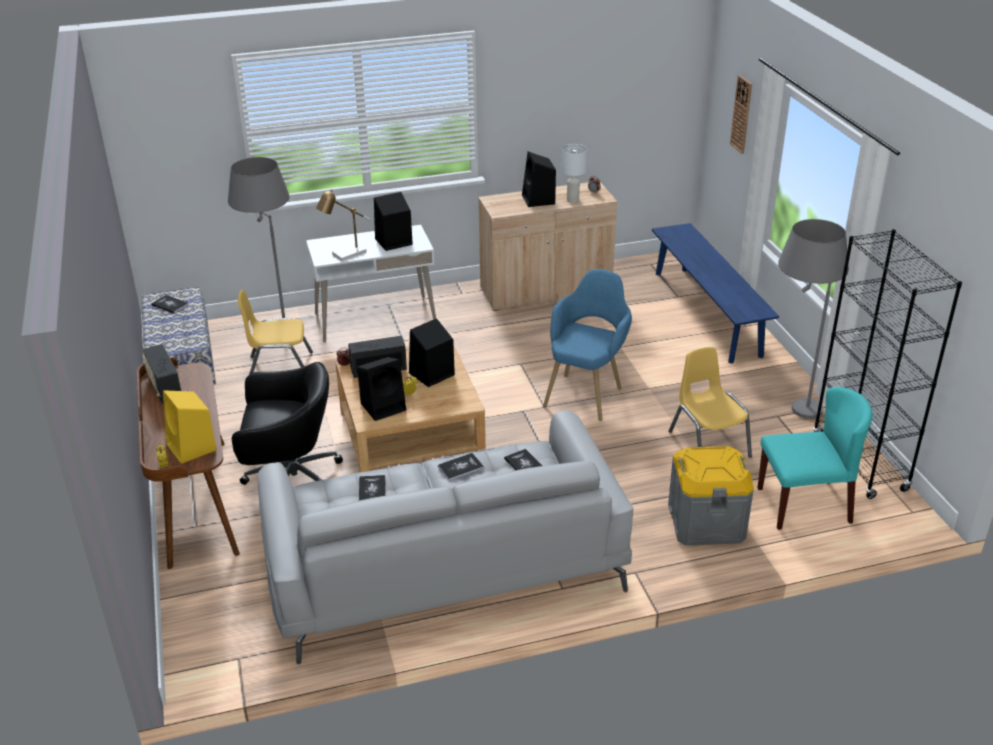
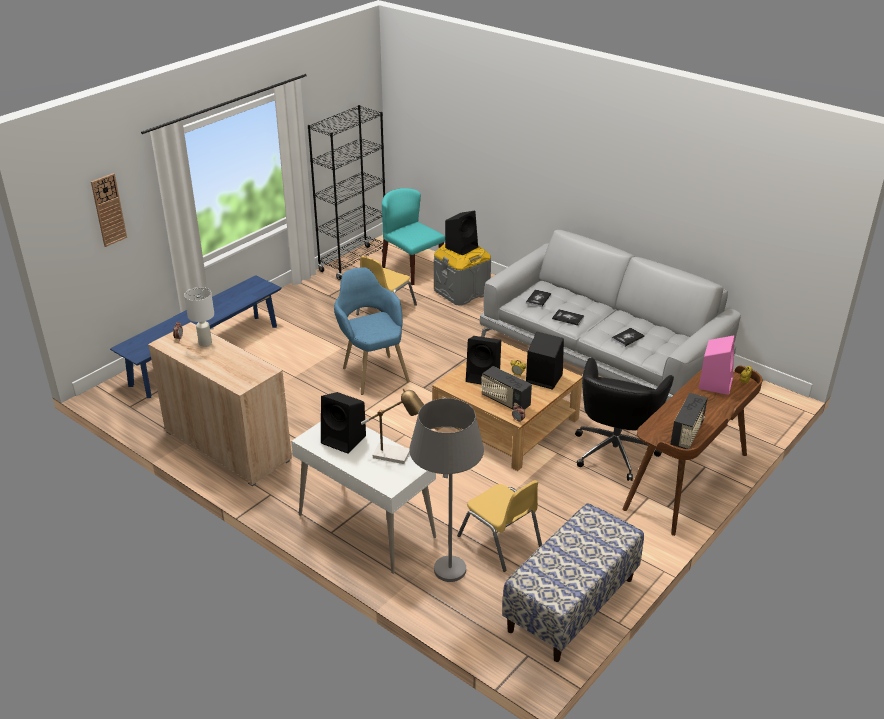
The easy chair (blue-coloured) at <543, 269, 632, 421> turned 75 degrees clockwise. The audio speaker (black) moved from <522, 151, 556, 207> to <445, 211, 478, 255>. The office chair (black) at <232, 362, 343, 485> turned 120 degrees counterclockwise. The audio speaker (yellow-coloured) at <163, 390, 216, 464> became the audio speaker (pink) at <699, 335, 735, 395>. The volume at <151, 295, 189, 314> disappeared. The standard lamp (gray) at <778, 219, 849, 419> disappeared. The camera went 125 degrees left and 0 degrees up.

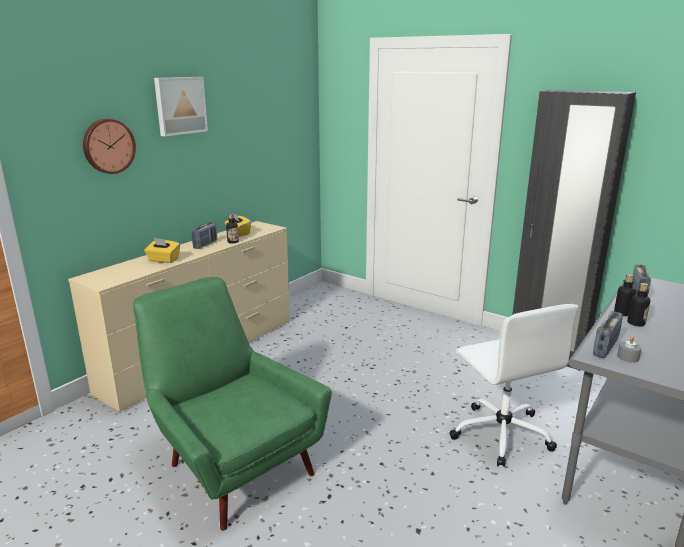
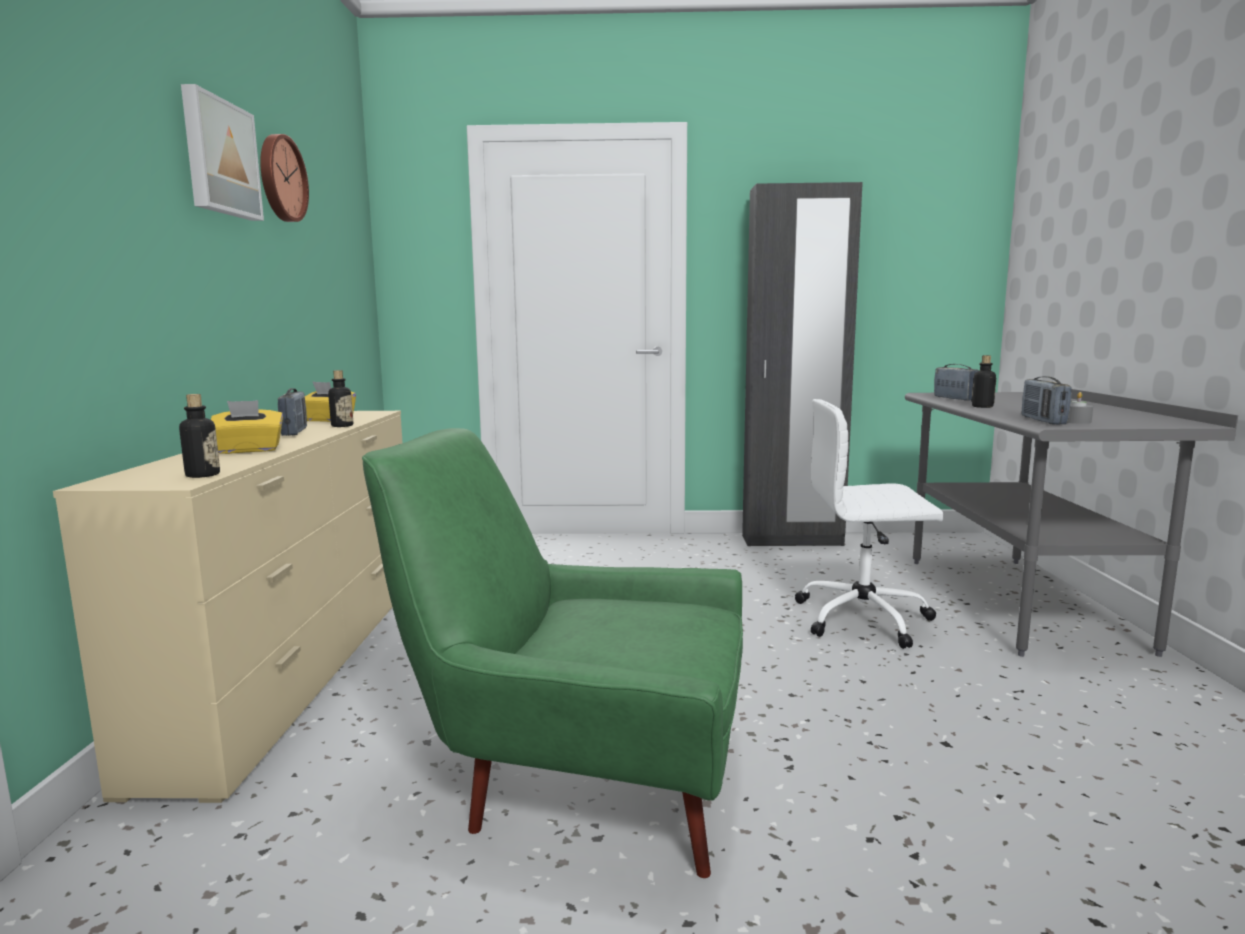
The bottle moved from <627, 283, 650, 326> to <179, 394, 220, 478>. The hanging clock moved from <83, 119, 136, 174> to <260, 134, 309, 222>. The office chair (white-coloured) at <449, 304, 579, 467> turned 150 degrees clockwise. The camera went 35 degrees left and 10 degrees down.

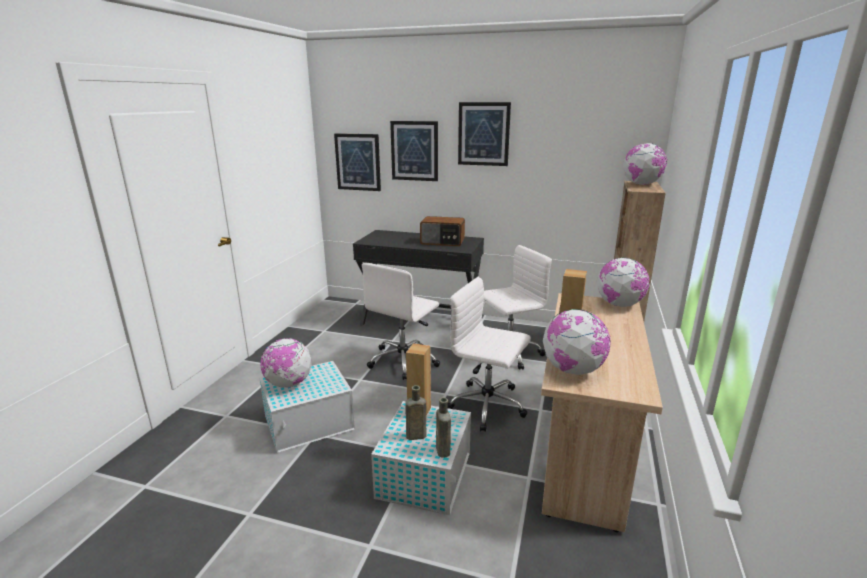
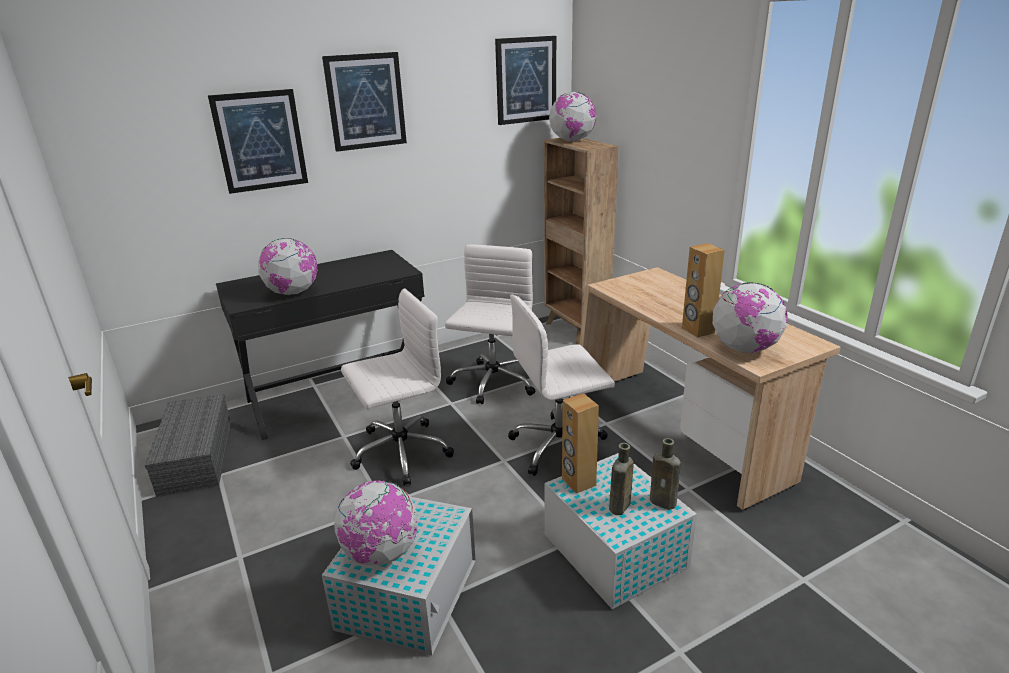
The storage bin (gray) at <145, 394, 231, 497> appeared. The desk globe moved from <597, 258, 650, 307> to <258, 238, 317, 295>. The office chair (white-coloured) at <362, 263, 440, 380> turned 105 degrees counterclockwise. The wall art moved from <334, 133, 381, 191> to <495, 36, 556, 125>. The radio receiver at <420, 216, 465, 246> disappeared. The camera went 45 degrees left and 5 degrees up.

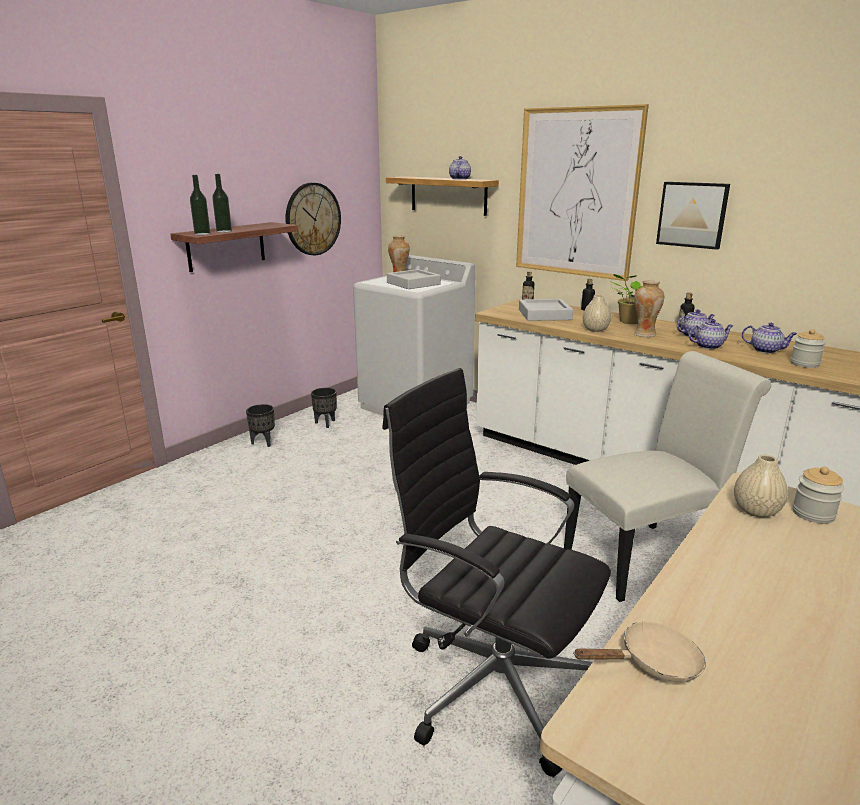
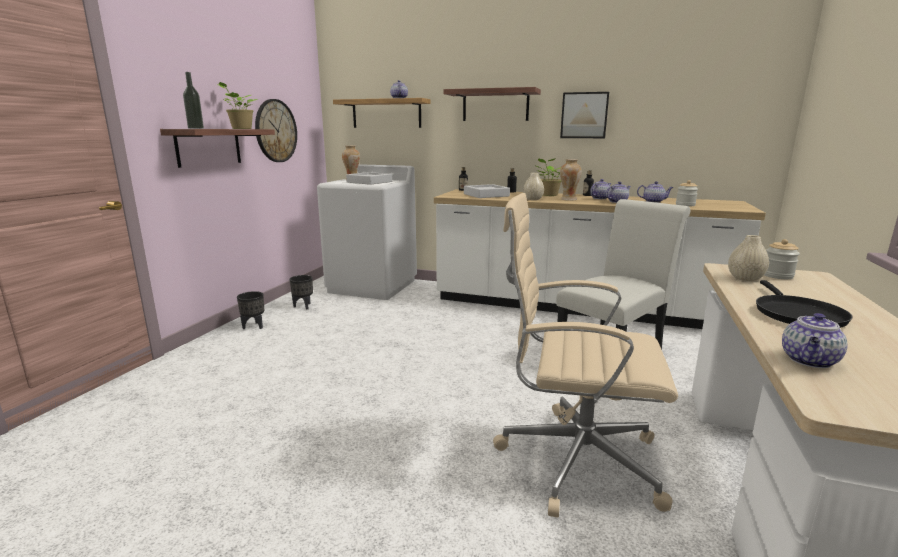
The houseplant at <218, 82, 258, 129> appeared. The wall art at <516, 104, 649, 281> was replaced by the bracket shelf at <444, 87, 541, 121>. The office chair (black) at <382, 368, 611, 777> became the office chair (sand-coloured) at <493, 193, 678, 518>. The frying pan (black) at <756, 280, 853, 328> appeared. The frying pan (sand-coloured) at <573, 621, 706, 683> was replaced by the tea pot at <782, 313, 848, 368>. The bottle at <212, 174, 232, 232> disappeared. The camera went 20 degrees left and 5 degrees down.

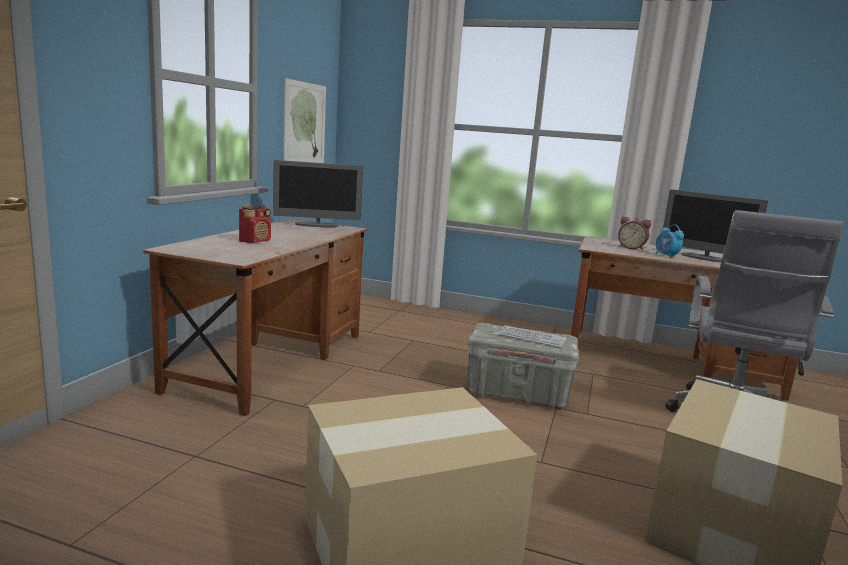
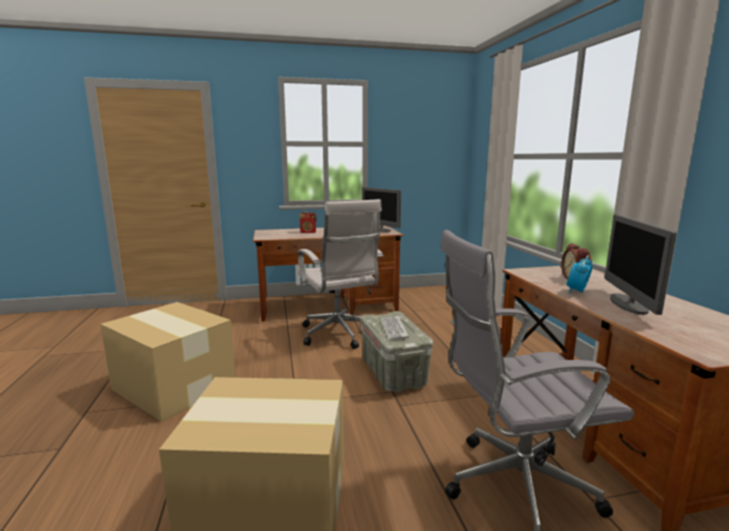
The office chair (white-coloured) at <297, 199, 384, 349> appeared. The wall art at <283, 78, 326, 163> disappeared. The camera went 60 degrees right and 0 degrees up.

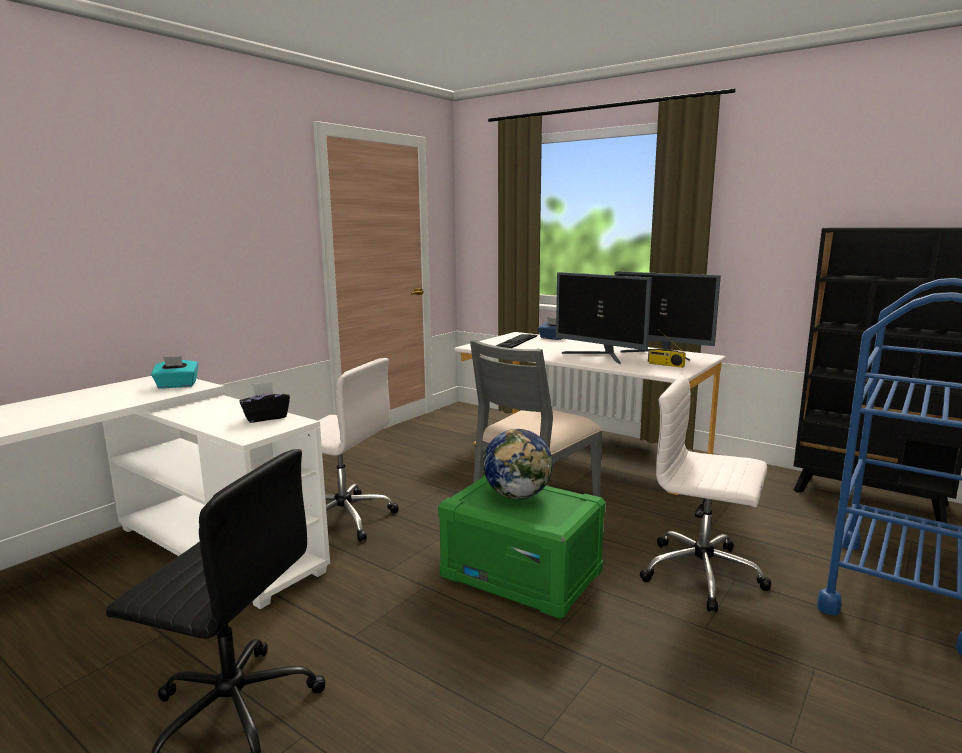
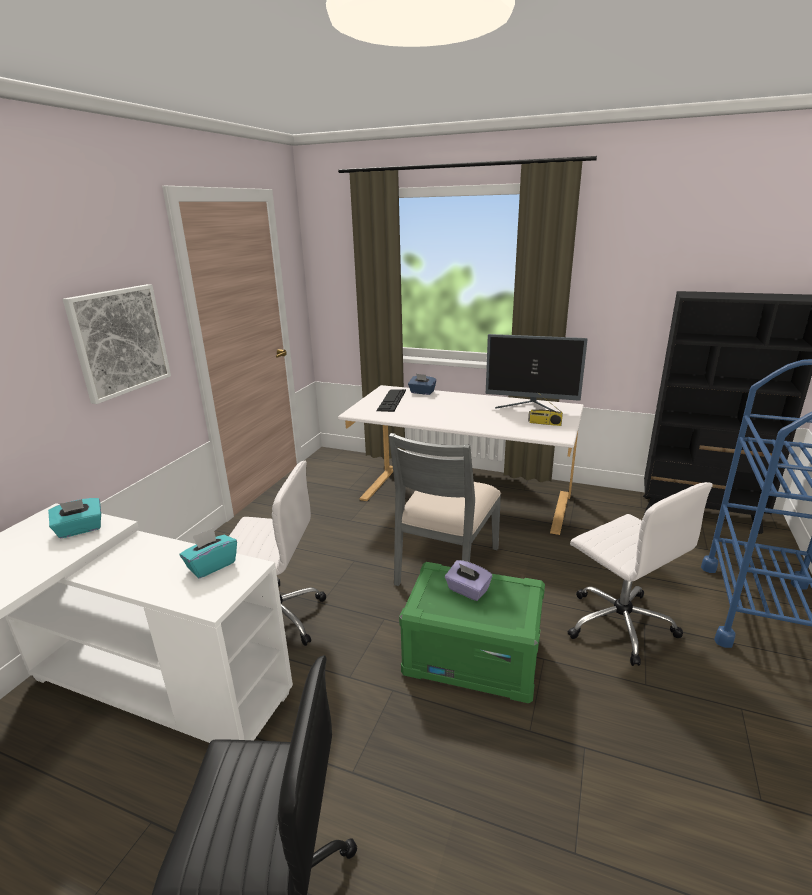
The wall art at <63, 284, 171, 404> appeared. The tissue holder (black) at <239, 382, 290, 423> became the tissue holder (turquoise-coloured) at <180, 528, 237, 579>. The desk globe at <483, 429, 553, 499> was replaced by the tissue holder (purple) at <445, 560, 492, 601>. The office chair (white-coloured) at <639, 375, 771, 612> turned 135 degrees counterclockwise. The computer screen at <556, 272, 652, 365> disappeared. The camera went 15 degrees left and 10 degrees up.

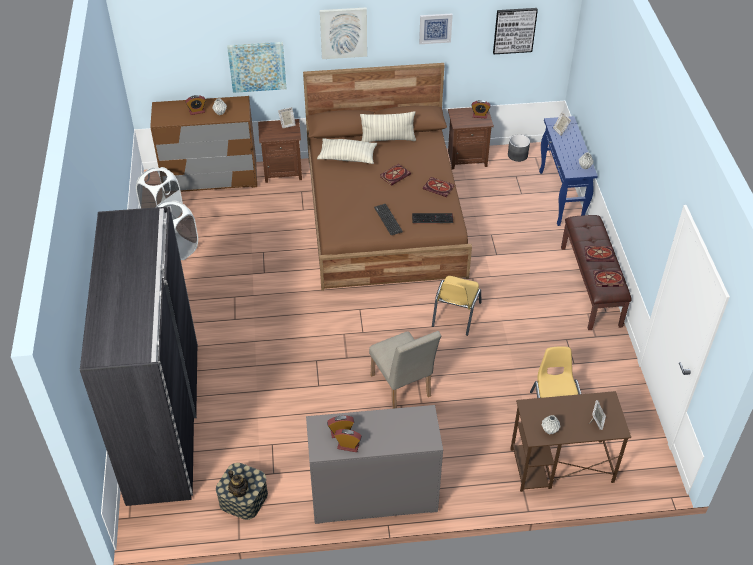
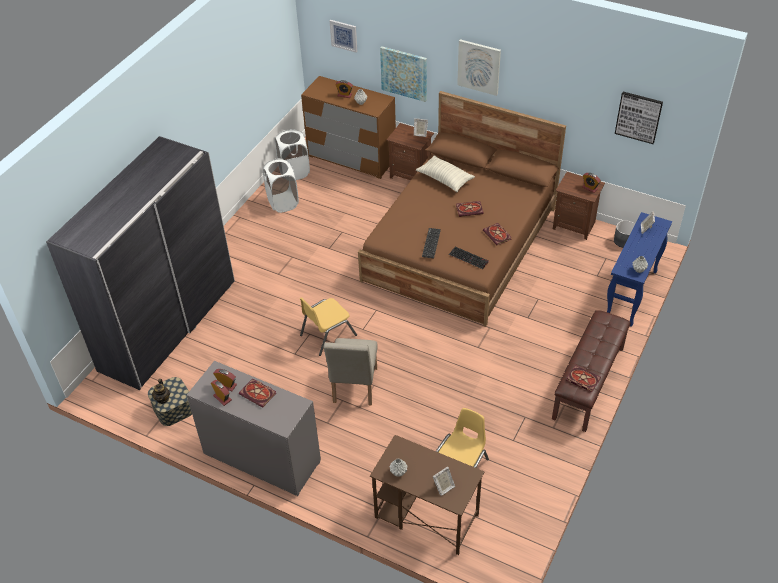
The volume moved from <584, 246, 614, 262> to <239, 378, 276, 408>. The upright chair (yellow-coloured) moved from <432, 276, 482, 336> to <300, 297, 357, 356>. The wall art moved from <419, 13, 453, 44> to <330, 20, 357, 53>. The throw pillow at <360, 111, 416, 142> disappeared. The camera went 35 degrees right and 0 degrees up.

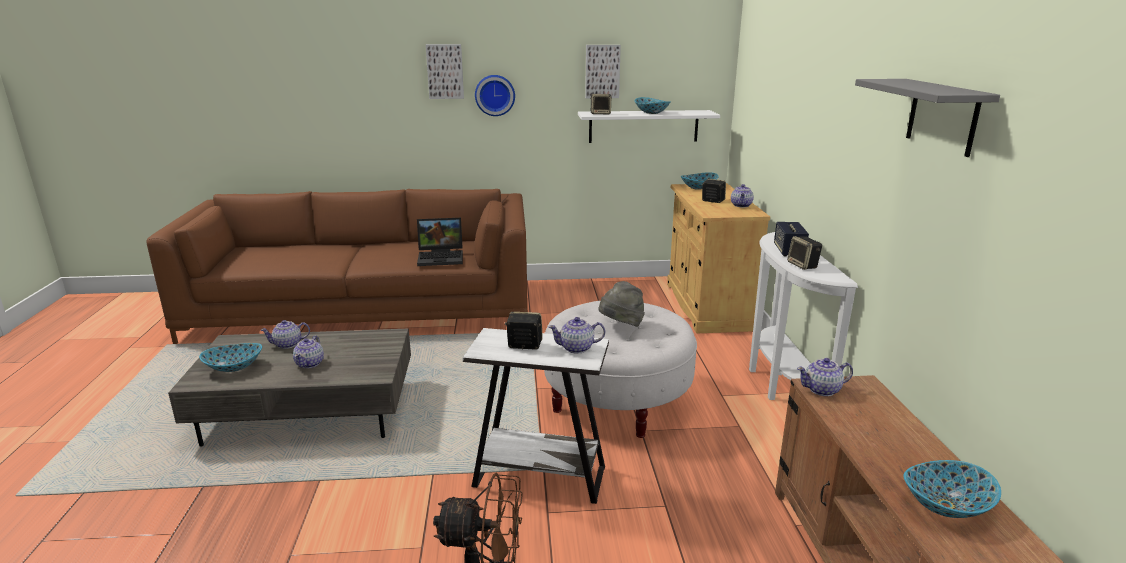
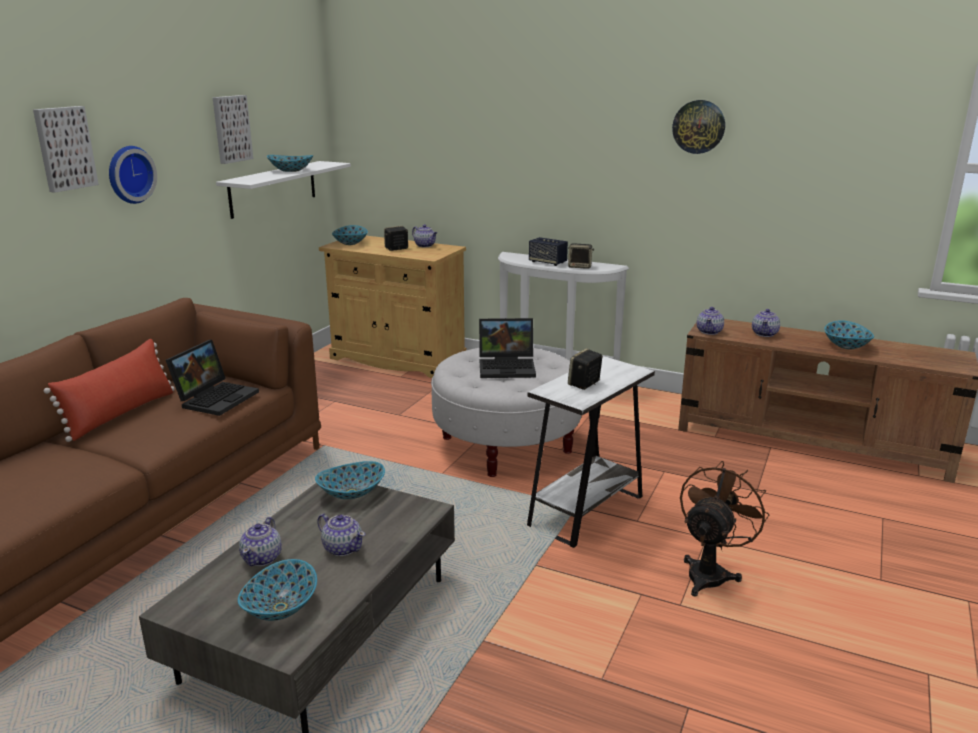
The throw pillow (red-coloured) at <44, 339, 175, 442> appeared. The bowl at <315, 461, 385, 499> appeared. The clothing hat (gray) at <599, 281, 645, 327> was replaced by the laptop at <479, 318, 536, 378>. The bracket shelf (gray) at <855, 79, 1000, 157> was replaced by the hanging clock at <672, 100, 725, 154>. The tea pot moved from <548, 317, 605, 354> to <752, 309, 780, 337>. The audio speaker at <590, 94, 612, 114> disappeared. The camera went 60 degrees left and 0 degrees up.

